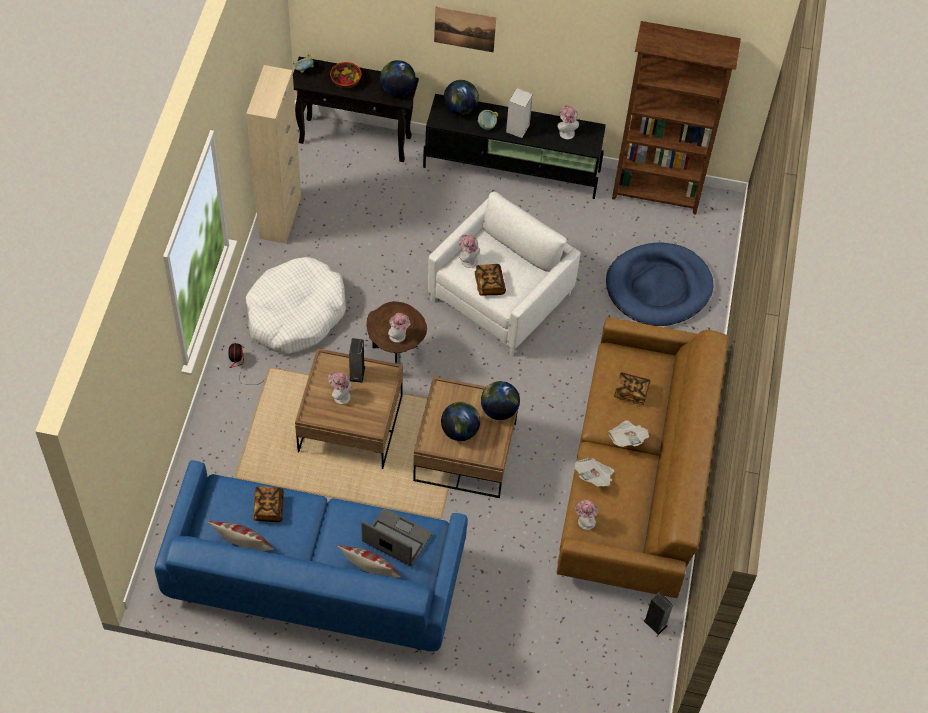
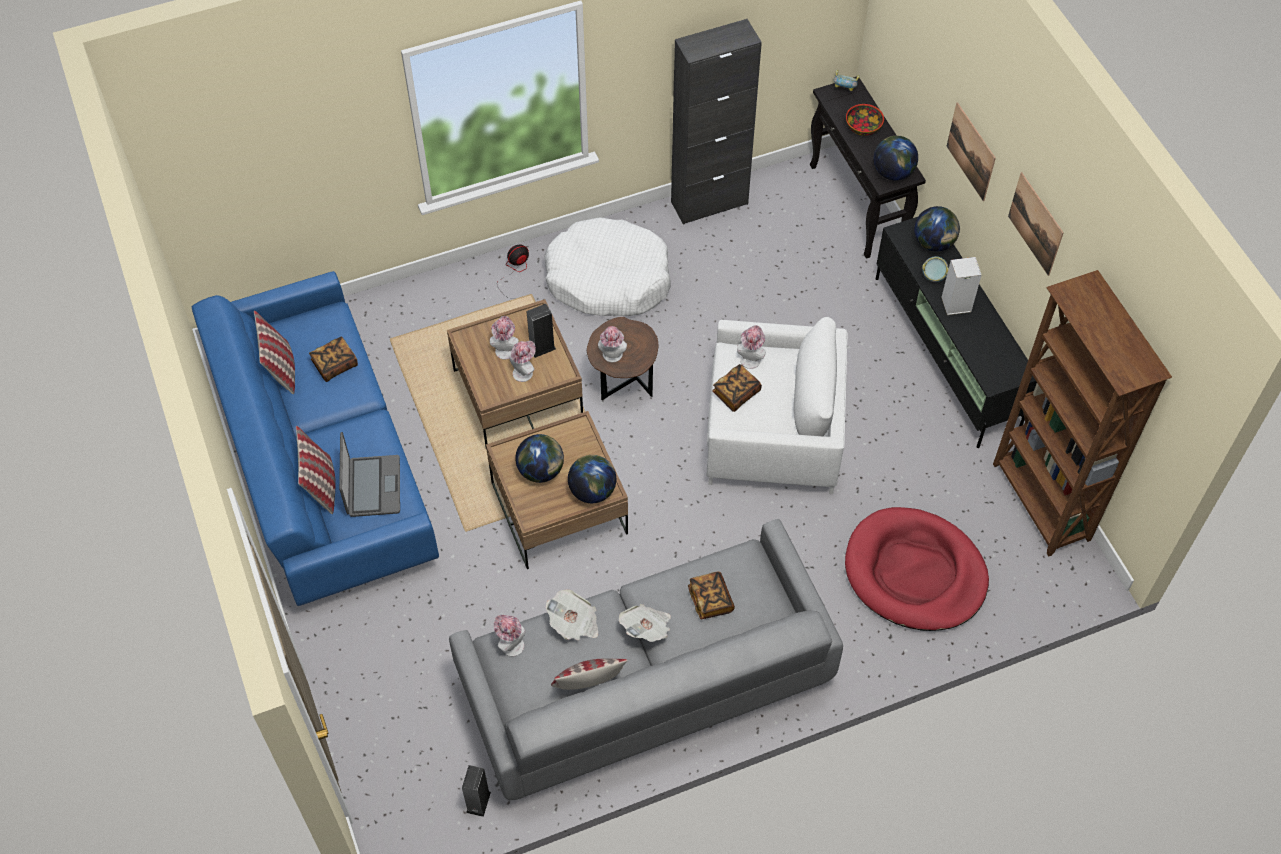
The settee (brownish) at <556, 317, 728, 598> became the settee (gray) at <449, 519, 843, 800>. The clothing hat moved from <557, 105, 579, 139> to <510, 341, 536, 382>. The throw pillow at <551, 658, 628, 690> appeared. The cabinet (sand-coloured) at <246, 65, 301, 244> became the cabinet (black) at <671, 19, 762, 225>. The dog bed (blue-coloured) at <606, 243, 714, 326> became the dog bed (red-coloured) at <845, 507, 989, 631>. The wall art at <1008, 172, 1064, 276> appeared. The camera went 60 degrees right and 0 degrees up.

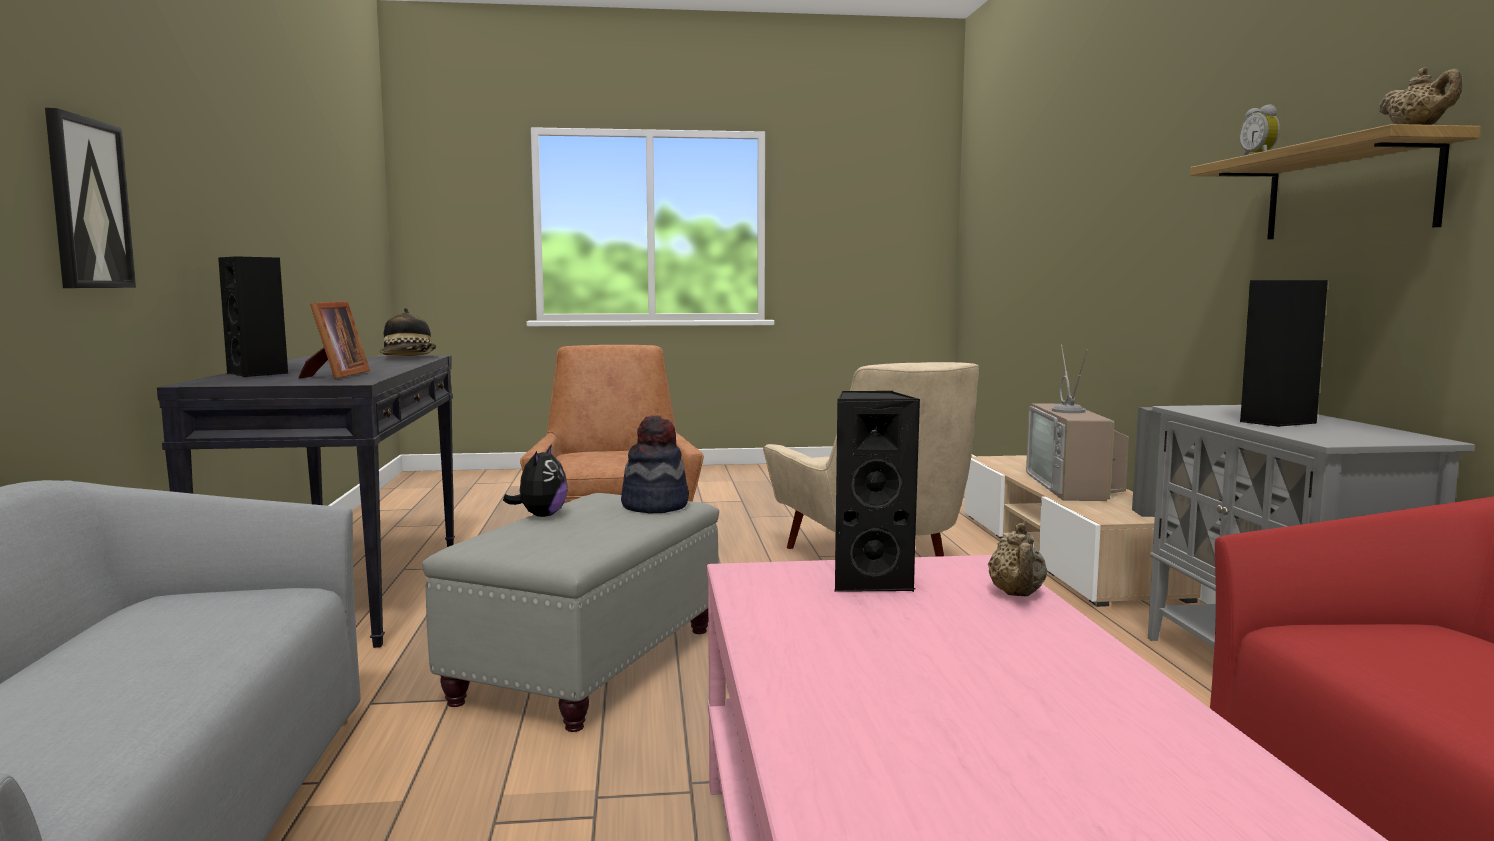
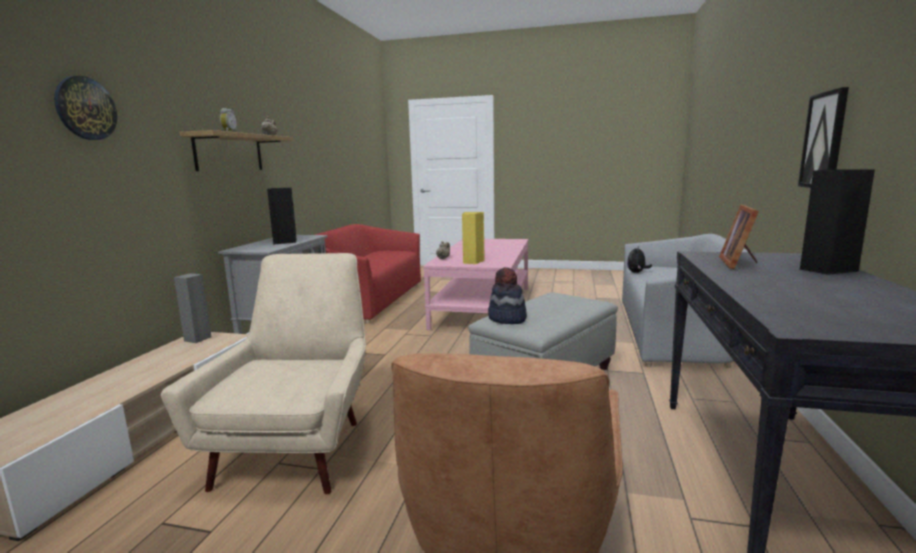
The hanging clock at <54, 76, 117, 140> appeared. The audio speaker (black) at <834, 391, 921, 593> became the audio speaker (yellow-coloured) at <462, 212, 485, 264>. The cuddly toy moved from <503, 444, 568, 517> to <627, 247, 652, 273>. The clothing hat at <380, 308, 436, 356> disappeared. The television at <1026, 344, 1129, 501> disappeared. The camera went 160 degrees left and 5 degrees up.

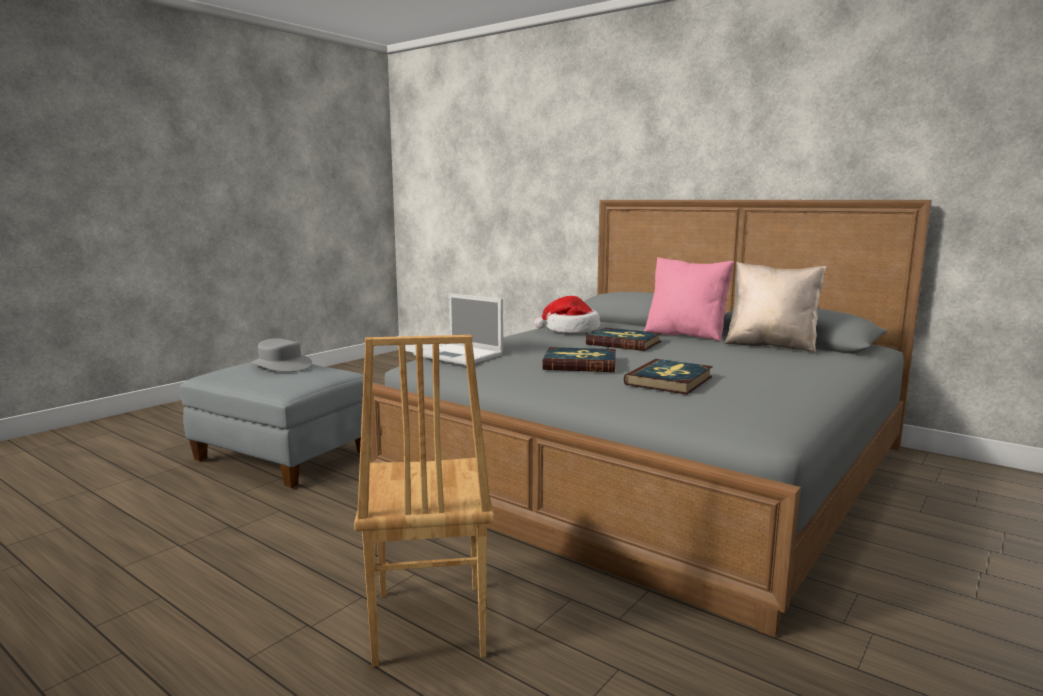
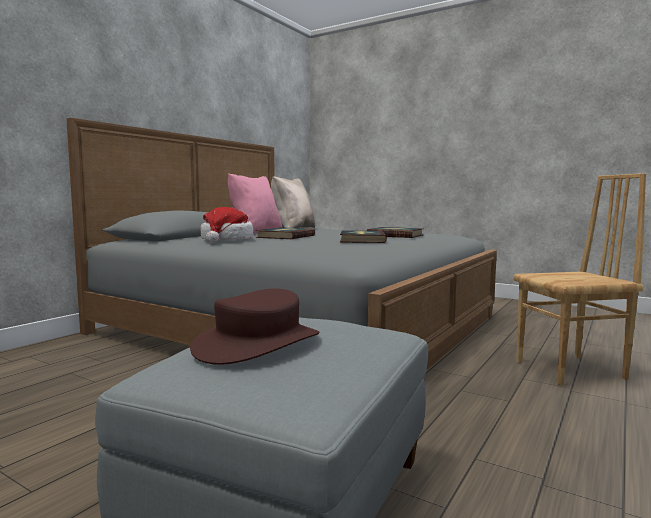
The clothing hat (gray) at <250, 338, 312, 372> became the clothing hat (brownish) at <190, 289, 319, 365>. The laptop at <413, 293, 503, 365> disappeared. The camera went 95 degrees left and 5 degrees down.

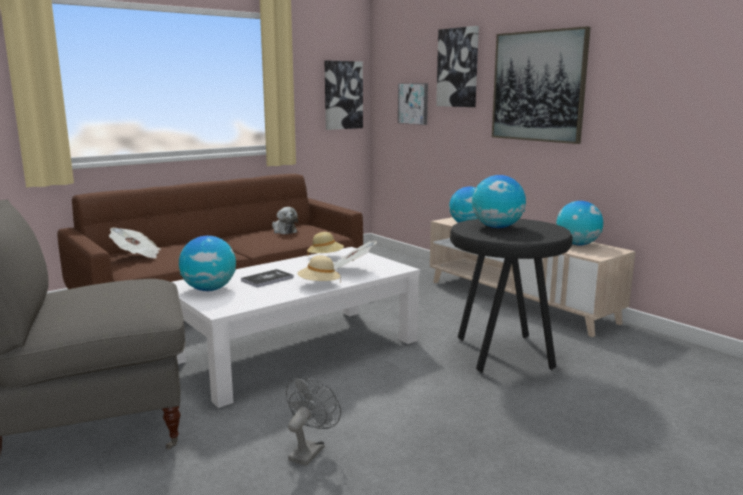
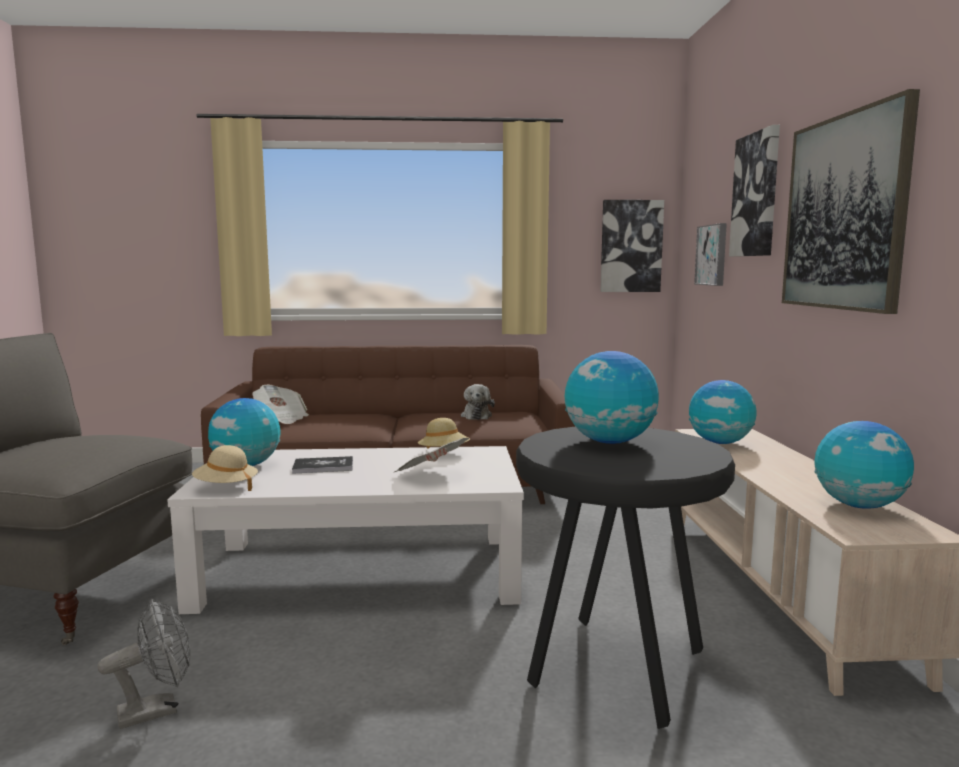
The clothing hat (sand-coloured) moved from <297, 255, 341, 282> to <192, 445, 258, 491>. The camera went 35 degrees right and 5 degrees down.

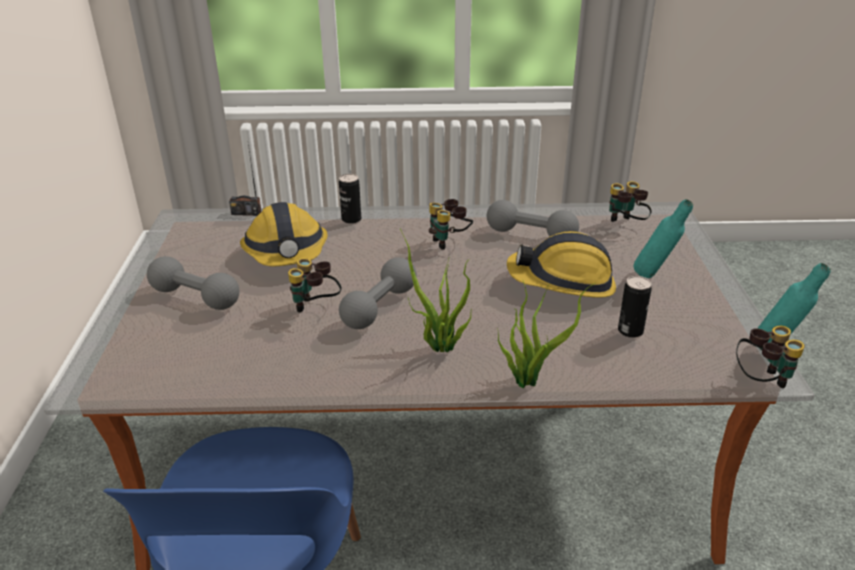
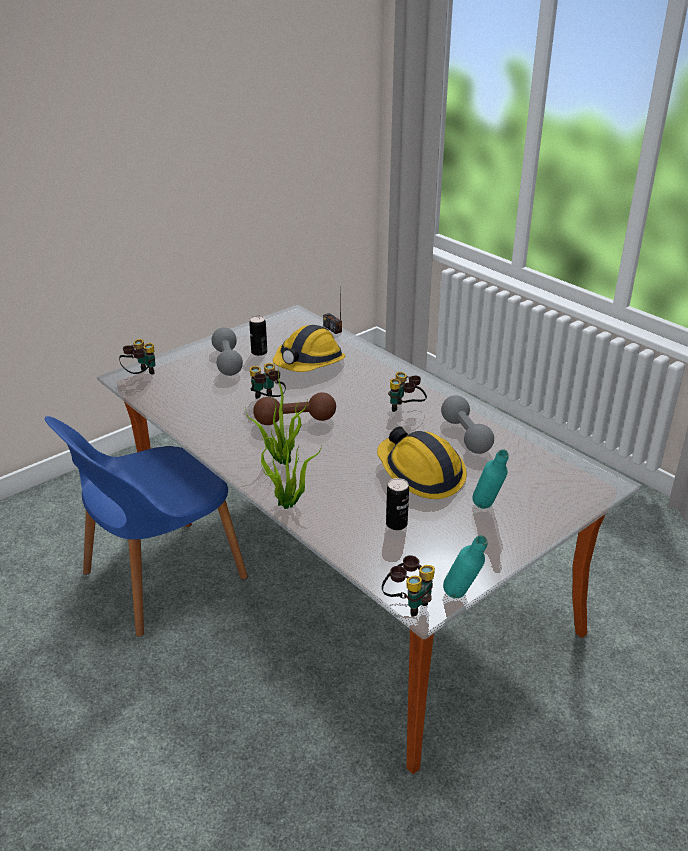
The binoculars moved from <609, 181, 652, 222> to <119, 339, 155, 375>. The sealed can moved from <339, 174, 361, 224> to <249, 316, 267, 356>. The hand weight (gray) at <339, 257, 417, 329> became the hand weight (brownish) at <253, 392, 336, 425>. The camera went 50 degrees right and 0 degrees up.

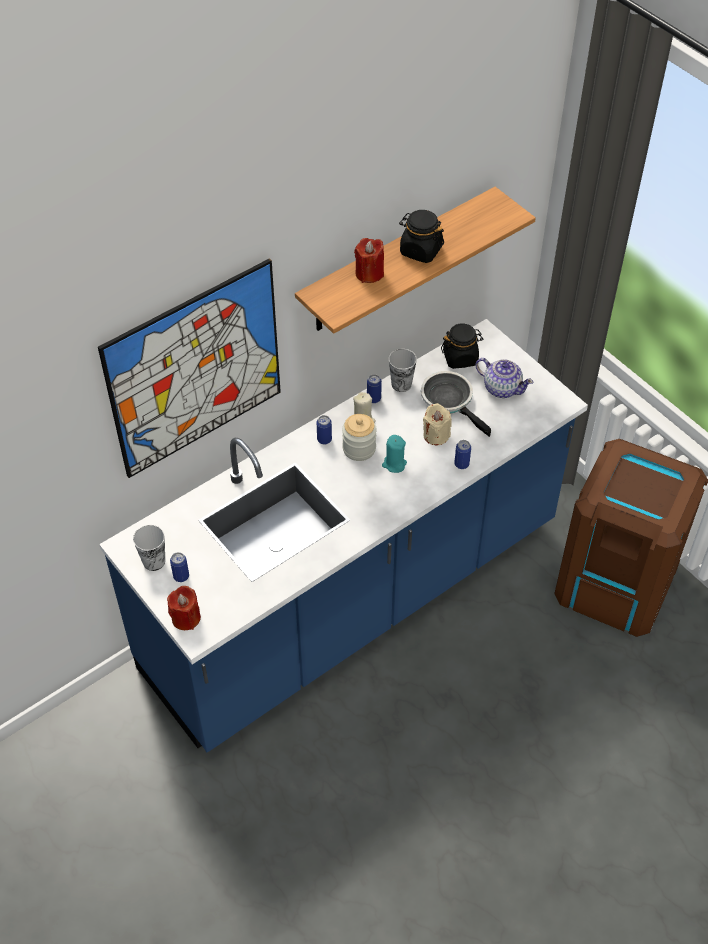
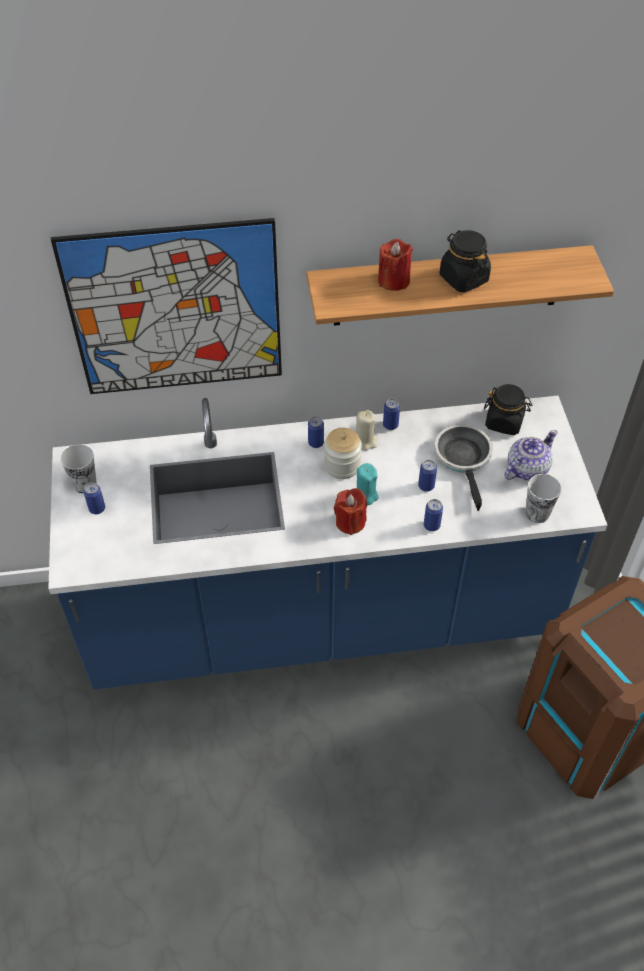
The wax candle (red-coloured) moved from <167, 586, 201, 630> to <334, 488, 367, 535>. The wax candle (sand-coloured) at <423, 403, 452, 446> was replaced by the sealed can at <418, 460, 437, 492>. The tea pot at <475, 358, 534, 398> turned 105 degrees counterclockwise. The cup moved from <389, 349, 417, 392> to <526, 474, 562, 523>. The camera went 30 degrees right and 0 degrees up.

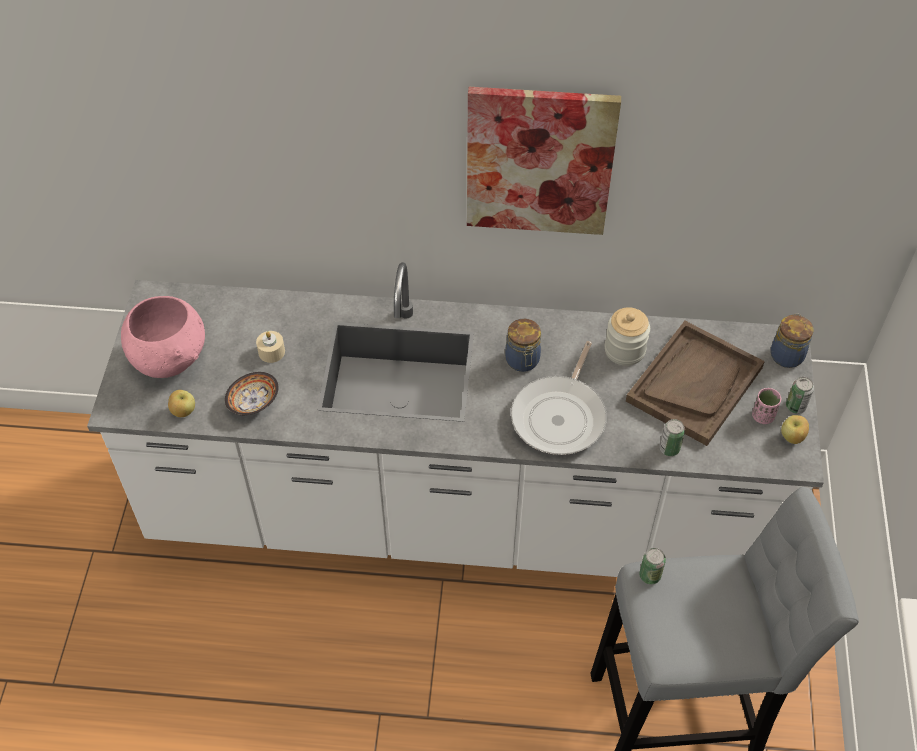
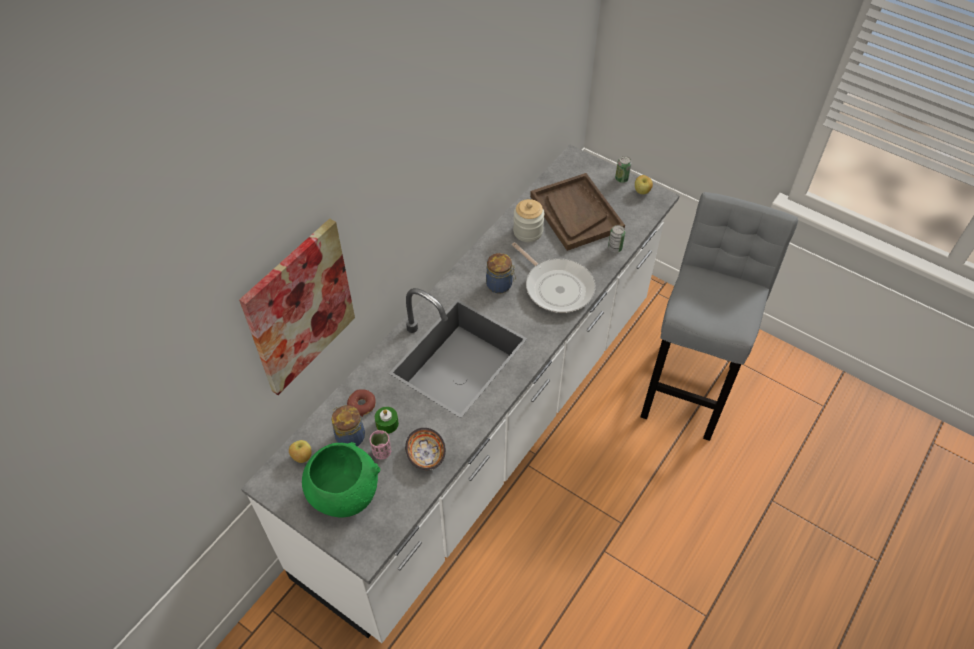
The wall art moved from <467, 87, 621, 235> to <239, 218, 355, 395>. The apple moved from <168, 390, 195, 417> to <289, 440, 312, 463>. The bowl (pink) at <121, 296, 205, 378> became the bowl (greenish) at <302, 442, 380, 517>. The preserve jar moved from <771, 313, 814, 368> to <332, 405, 365, 446>. The ring doughnut at <347, 389, 375, 417> appeared. The cup (pink) moved from <752, 388, 781, 424> to <370, 430, 391, 459>. The wax candle (sand-coloured) at <256, 331, 285, 363> became the wax candle (greenish) at <375, 407, 399, 434>. The sealed can at <639, 548, 666, 584> disappeared. The camera went 60 degrees left and 0 degrees up.

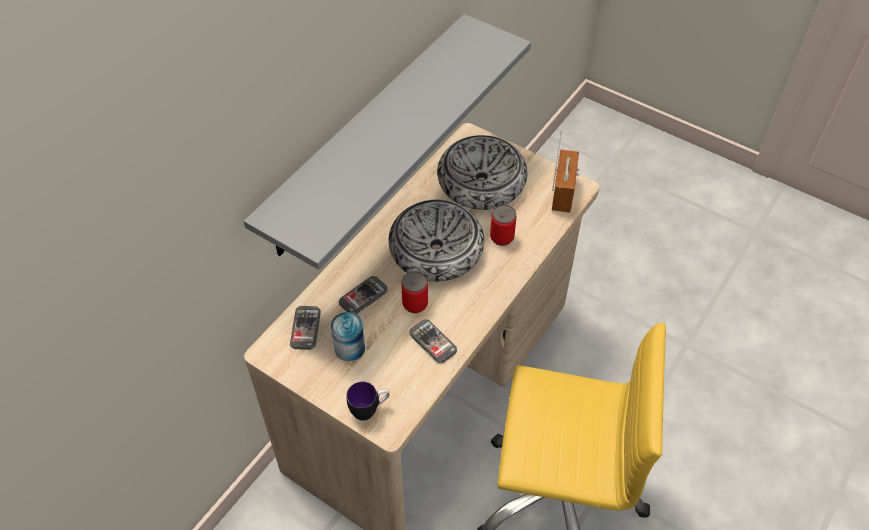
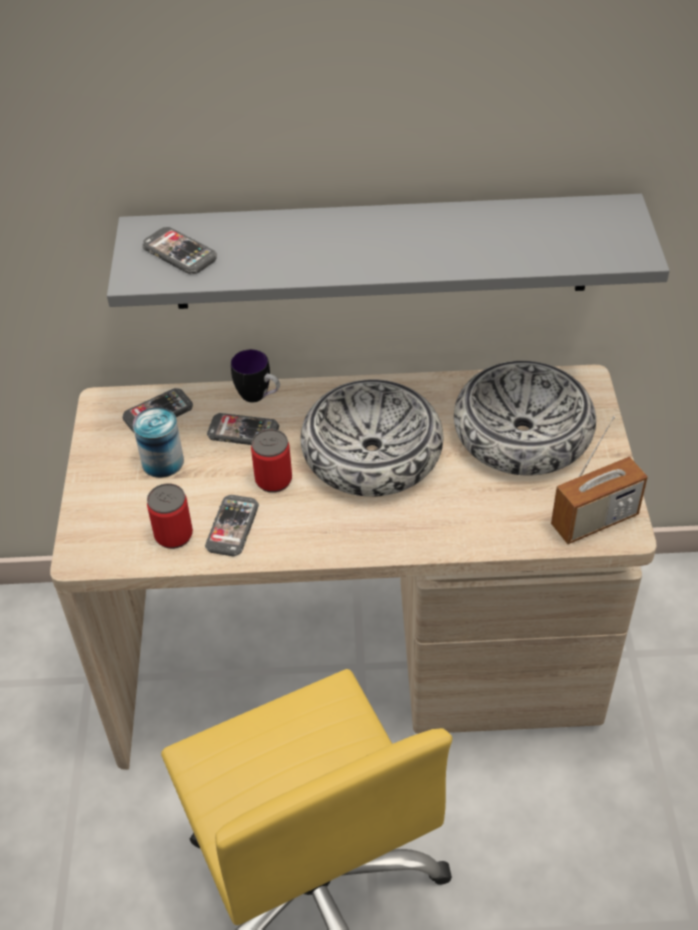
The handset at <142, 227, 217, 274> appeared. The sealed can moved from <490, 205, 517, 246> to <147, 483, 193, 549>. The coffee mug moved from <346, 382, 390, 421> to <231, 349, 280, 402>. The camera went 55 degrees right and 5 degrees down.

